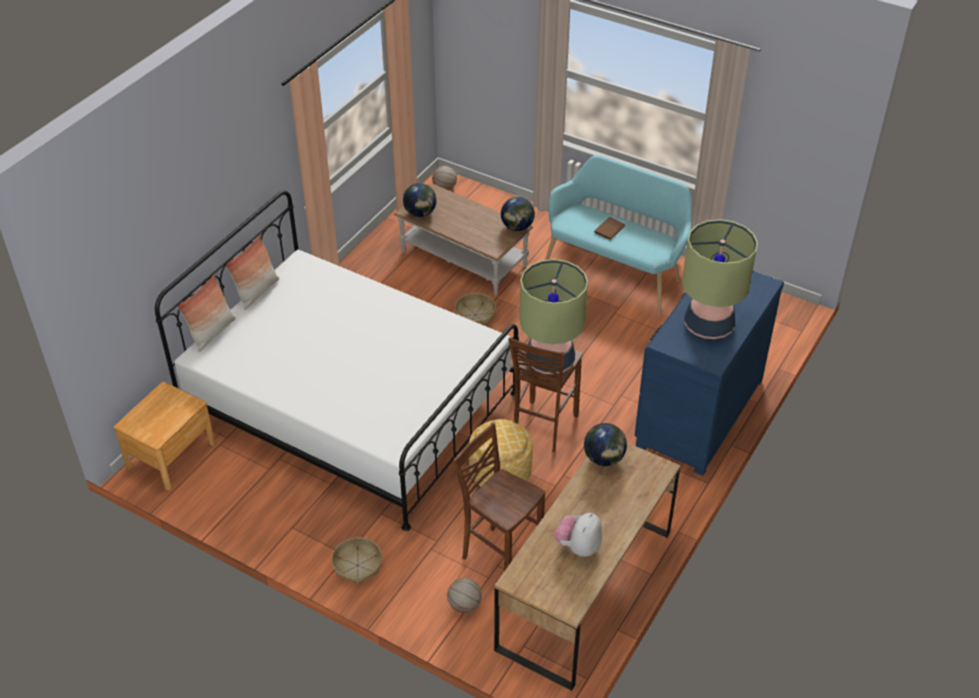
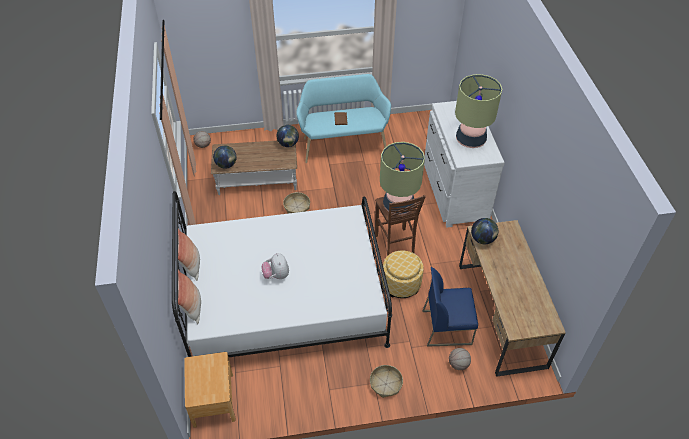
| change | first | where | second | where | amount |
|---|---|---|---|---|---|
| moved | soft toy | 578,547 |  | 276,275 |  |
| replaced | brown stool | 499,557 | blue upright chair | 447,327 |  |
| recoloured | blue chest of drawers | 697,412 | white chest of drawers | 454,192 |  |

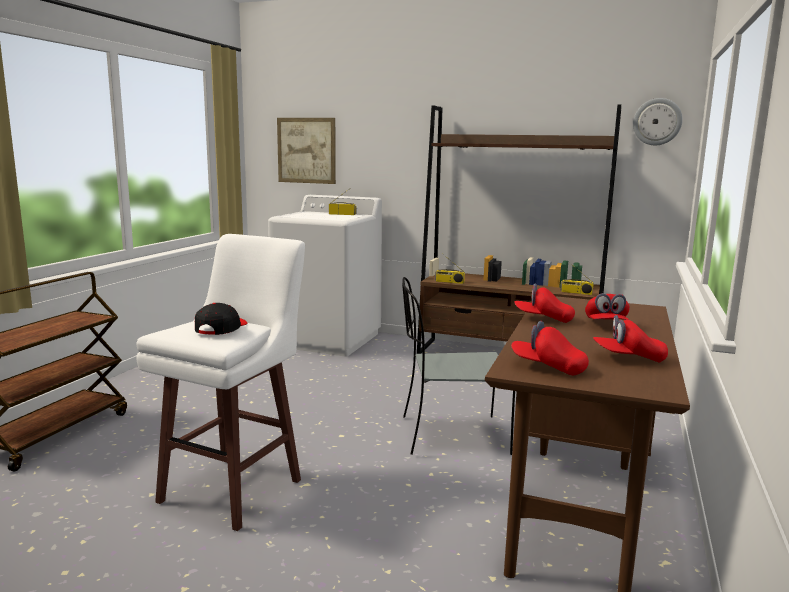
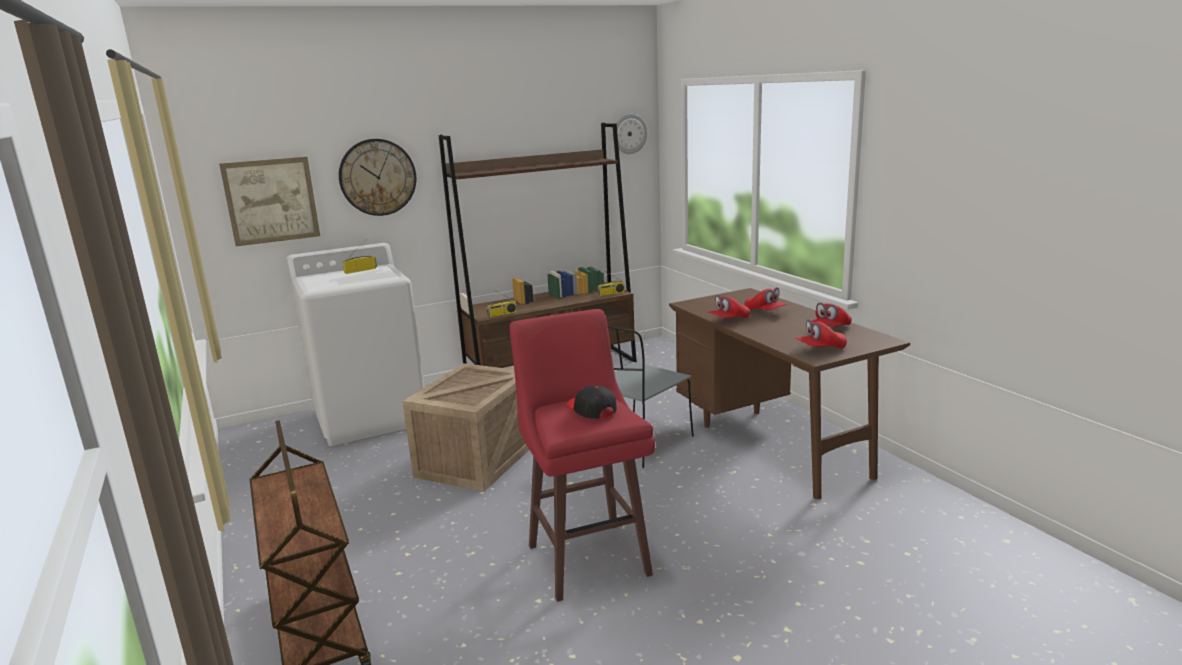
| change | first | where | second | where | amount |
|---|---|---|---|---|---|
| added |  |  | clock on the wall | 377,177 |  |
| added |  |  | packing crate | 477,458 |  |
| recoloured | white stool | 235,489 | red-coloured stool | 588,557 |  |

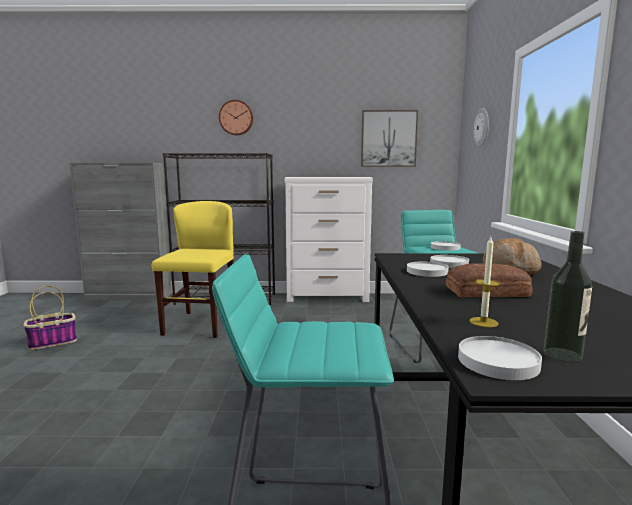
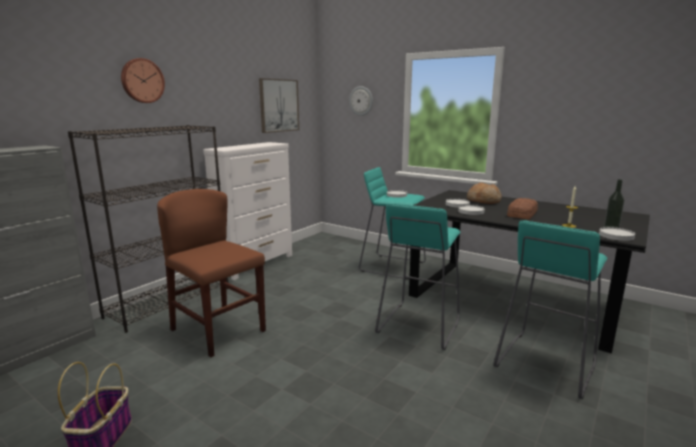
| change | first | where | second | where | amount |
|---|---|---|---|---|---|
| recoloured | yellowish upright chair | 201,324 | brown upright chair | 218,330 |  |
| added |  |  | blue-green stool | 418,325 |  |

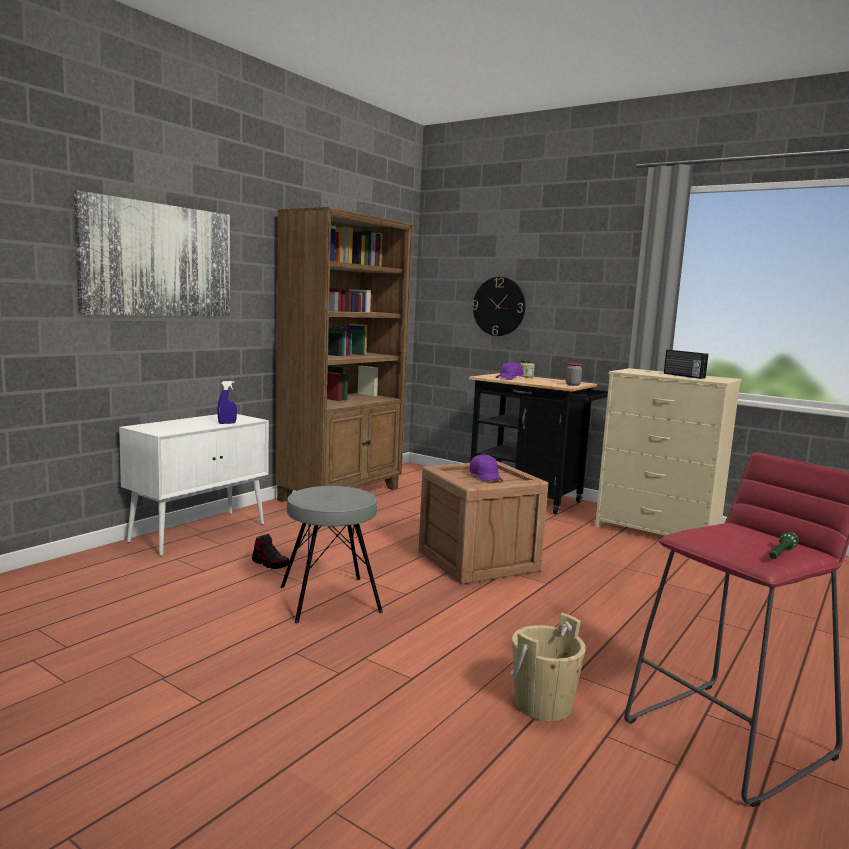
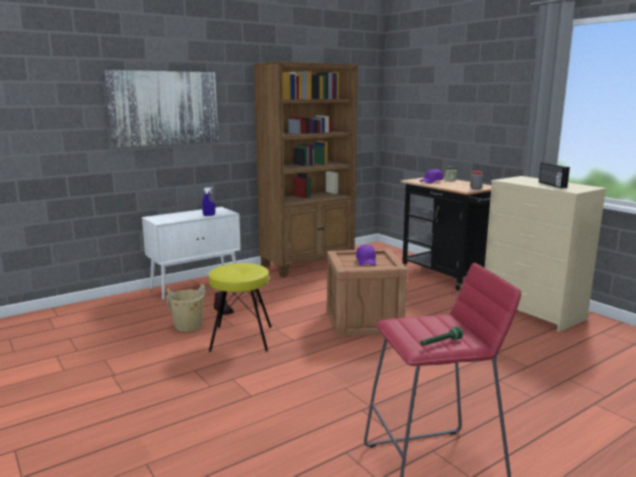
| change | first | where | second | where | amount |
|---|---|---|---|---|---|
| moved | beige-coloured pail | 543,704 |  | 188,326 |  |
| recoloured | gray stool | 330,599 | yellowish stool | 242,338 |  |
| removed | clock on the wall | 499,306 |  |  |  |

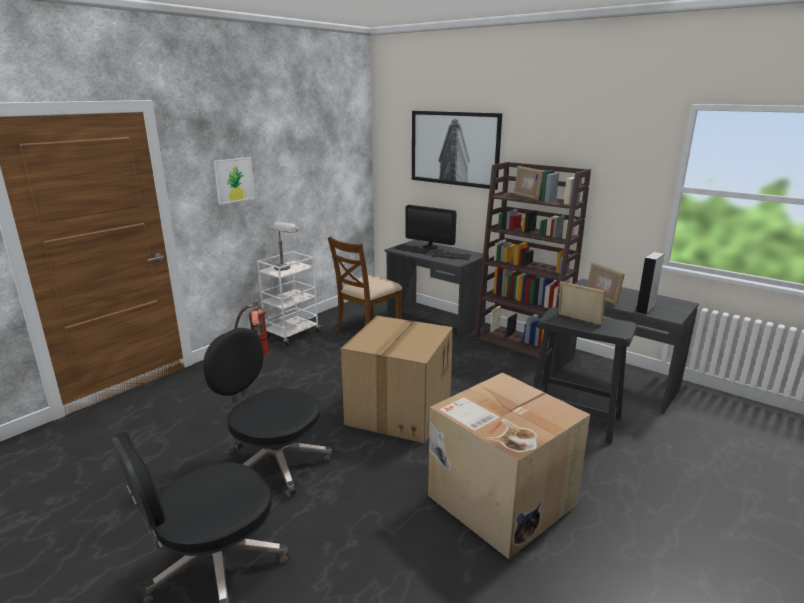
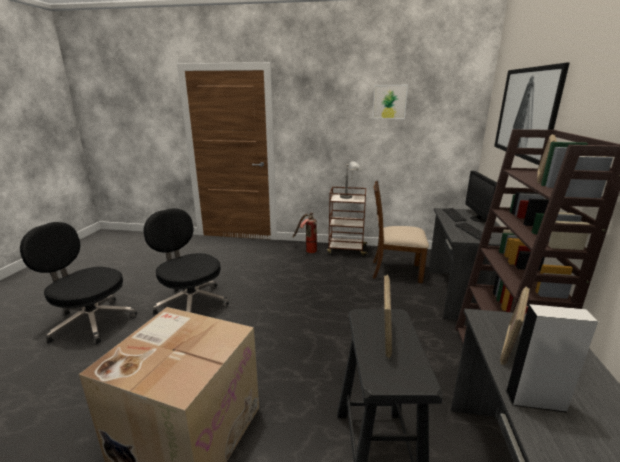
| change | first | where | second | where | amount |
|---|---|---|---|---|---|
| turned | black-coloured office chair | 274,463 |  | 191,303 | 45 degrees counterclockwise |
| recoloured | white trolley | 292,334 | brown trolley | 346,250 |  |
| moved | picture | 234,180 |  | 389,102 |  |
| removed | cardboard box | 398,410 |  |  |  |

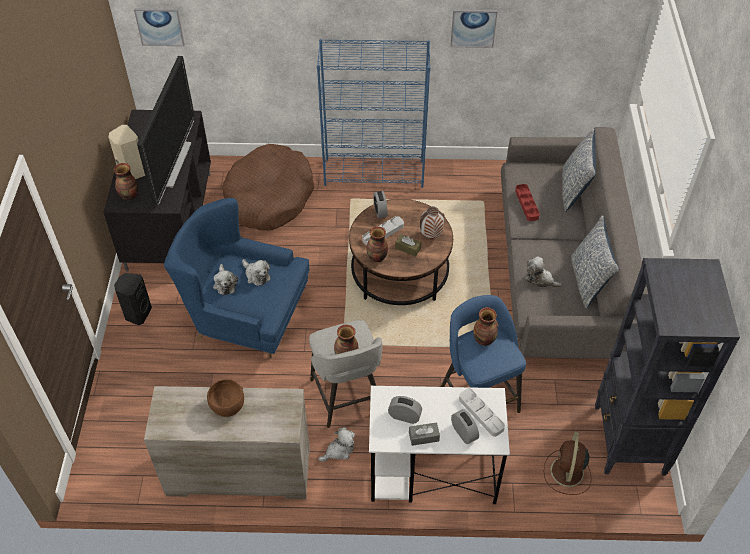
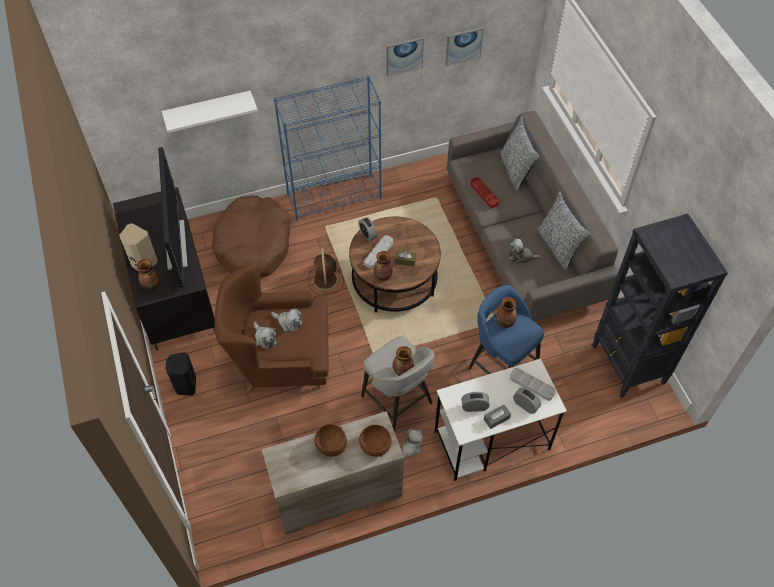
| change | first | where | second | where | amount |
|---|---|---|---|---|---|
| added |  |  | white wall shelf | 208,110 |  |
| recoloured | blue armchair | 245,315 | brown armchair | 281,358 |  |
| moved | brown electric fan | 567,473 |  | 325,280 |  |
| added |  |  | brown serving bowl | 375,445 |  |
| moved | picture | 160,26 |  | 463,46 |  |
| removed | vase | 431,235 |  |  |  |

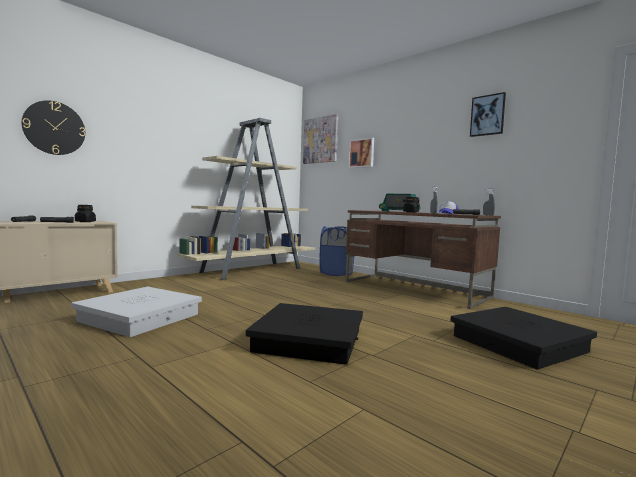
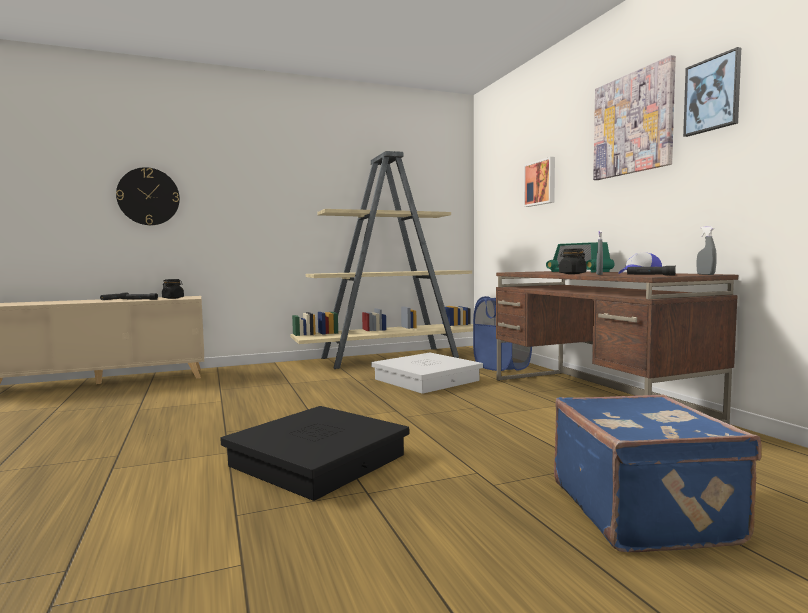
| change | first | where | second | where | amount |
|---|---|---|---|---|---|
| moved | white storage box | 140,317 |  | 427,379 |  |
| replaced | black-coloured storage box | 518,343 | blue piece of luggage | 644,511 |  |
| moved | picture | 320,140 |  | 632,124 |  |

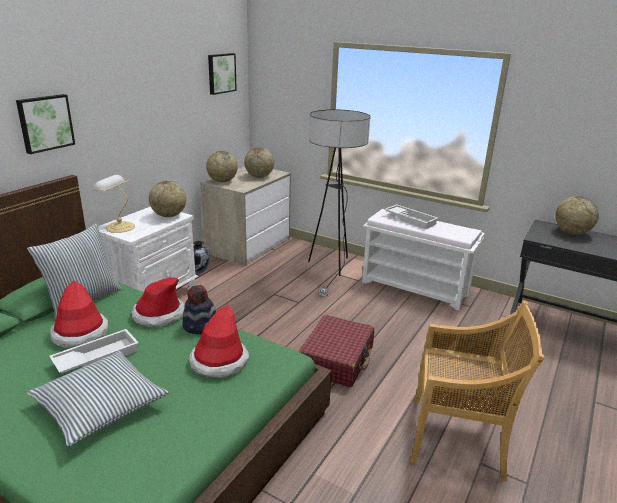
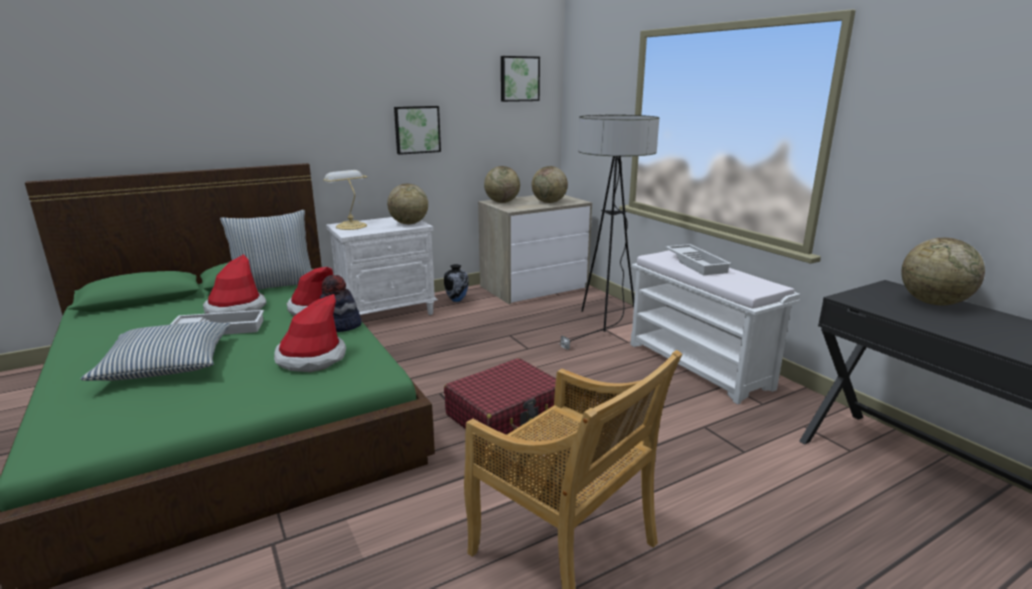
| change | first | where | second | where | amount |
|---|---|---|---|---|---|
| moved | picture | 45,123 |  | 417,129 |  |

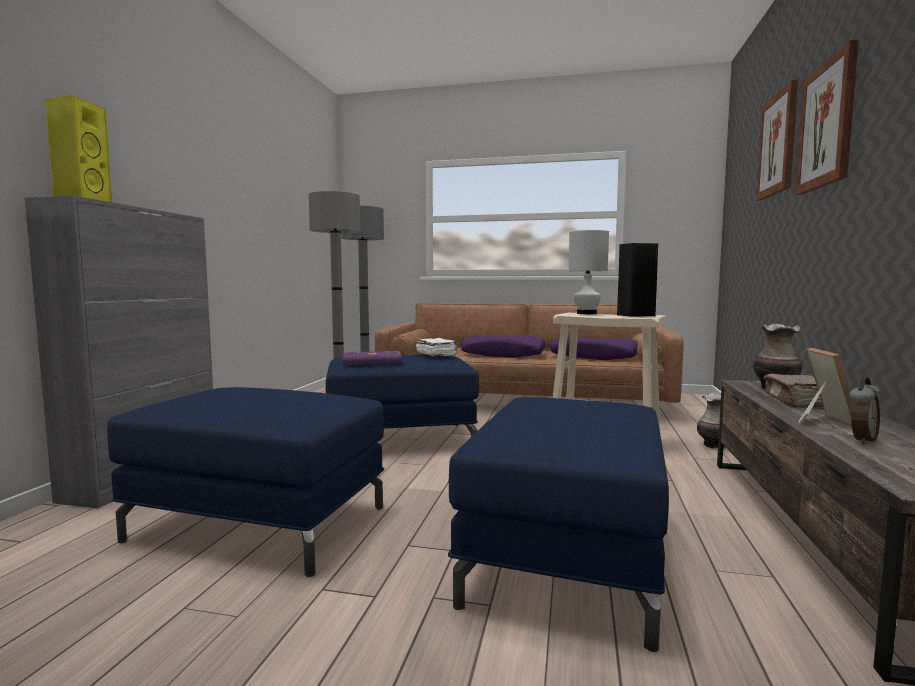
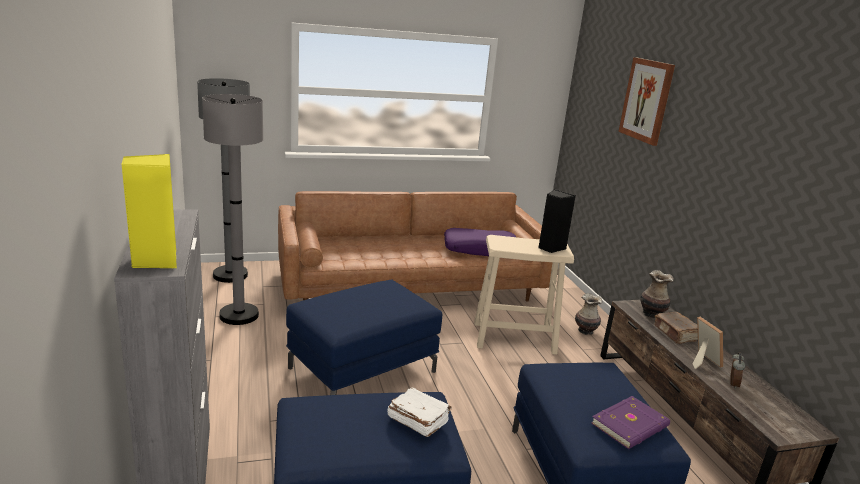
| change | first | where | second | where | amount |
|---|---|---|---|---|---|
| moved | white bound book | 436,355 |  | 417,420 |  |
| moved | purplish bound book | 373,362 |  | 631,425 |  |
| removed | purplish pillow | 503,355 |  |  |  |
| removed | white tabletop lamp | 586,313 |  |  |  |
| removed | picture | 827,125 |  |  |  |

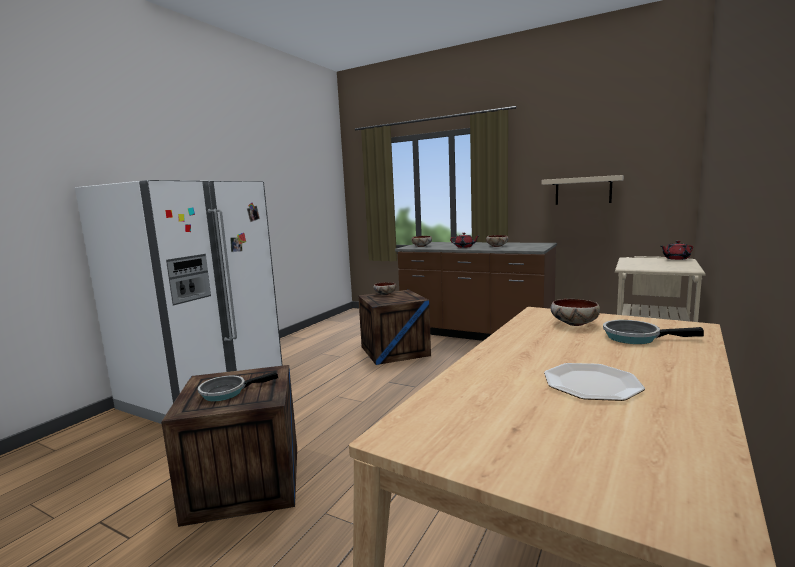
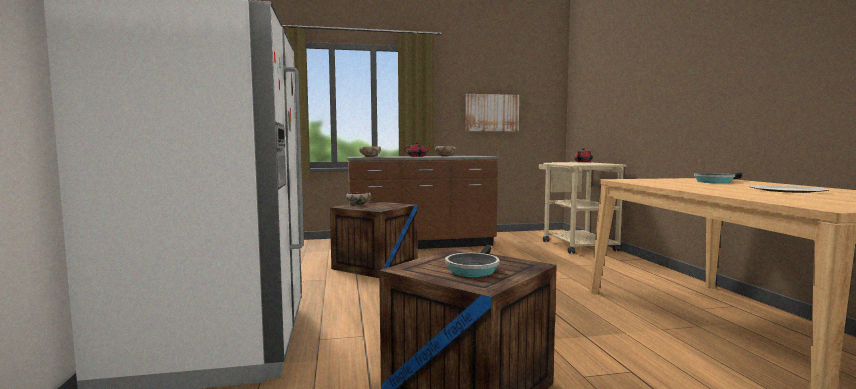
| change | first | where | second | where | amount |
|---|---|---|---|---|---|
| replaced | beige-coloured wall shelf | 583,190 | picture | 492,113 |  |
| removed | serving bowl | 573,324 |  |  |  |

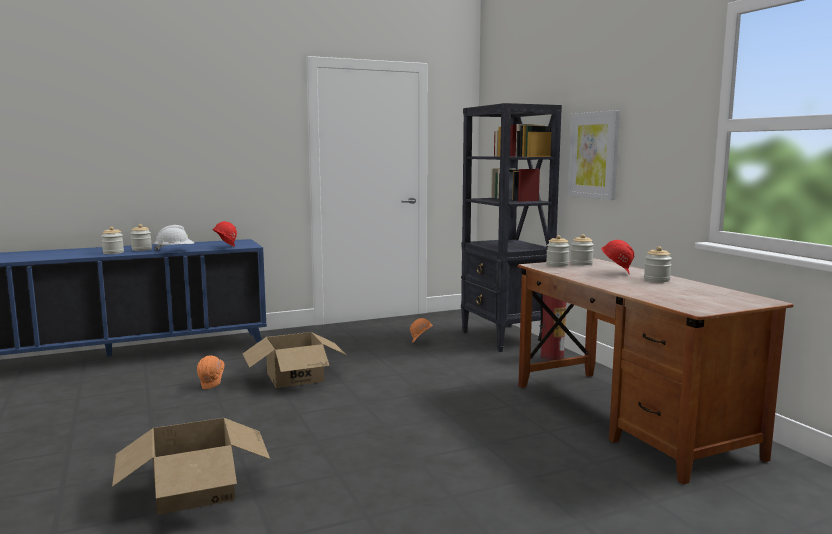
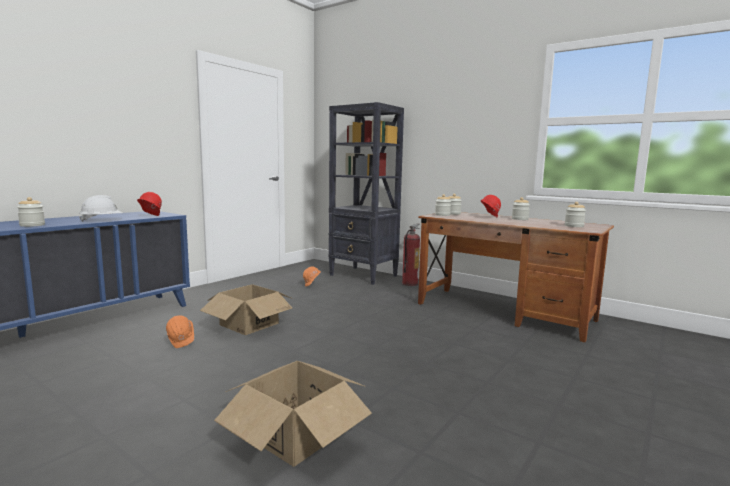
| change | first | where | second | where | amount |
|---|---|---|---|---|---|
| moved | jar | 141,249 |  | 574,226 |  |
| removed | picture | 594,155 |  |  |  |

